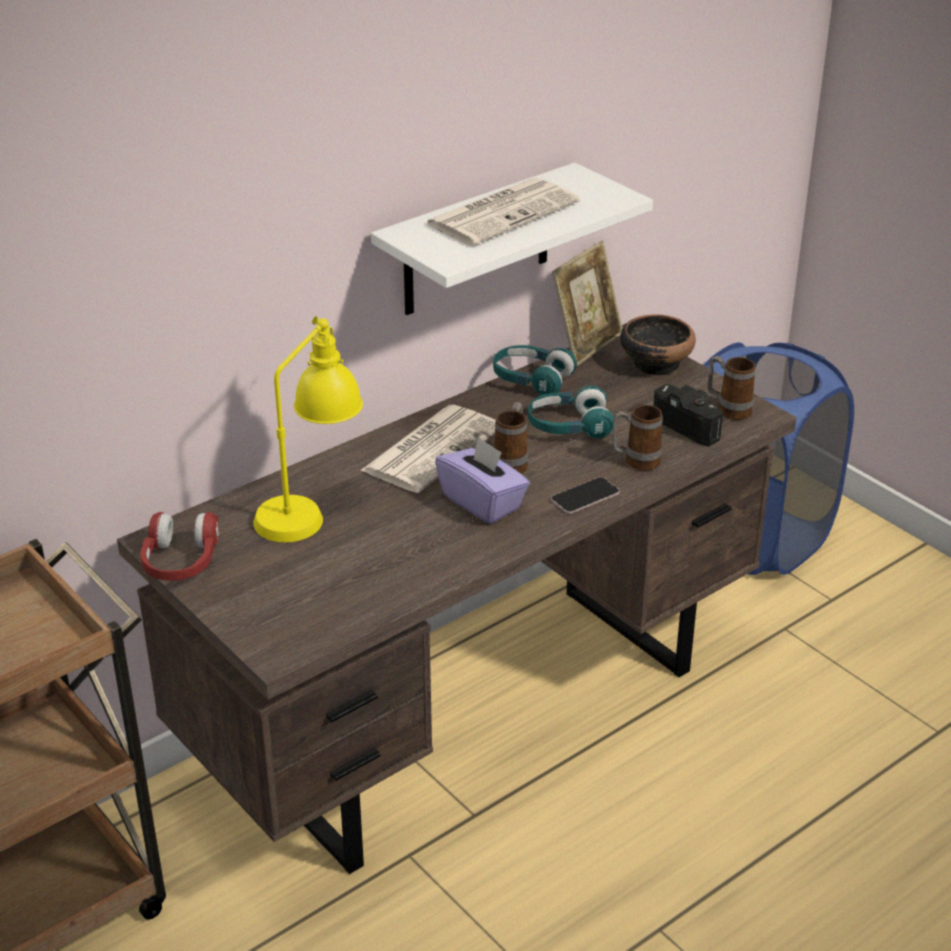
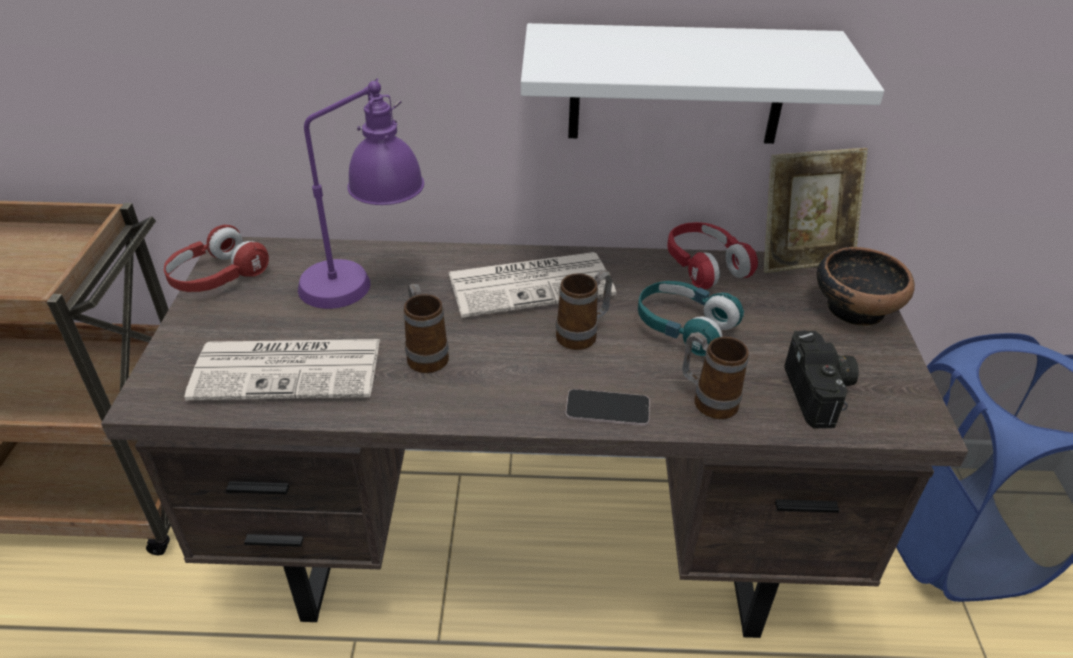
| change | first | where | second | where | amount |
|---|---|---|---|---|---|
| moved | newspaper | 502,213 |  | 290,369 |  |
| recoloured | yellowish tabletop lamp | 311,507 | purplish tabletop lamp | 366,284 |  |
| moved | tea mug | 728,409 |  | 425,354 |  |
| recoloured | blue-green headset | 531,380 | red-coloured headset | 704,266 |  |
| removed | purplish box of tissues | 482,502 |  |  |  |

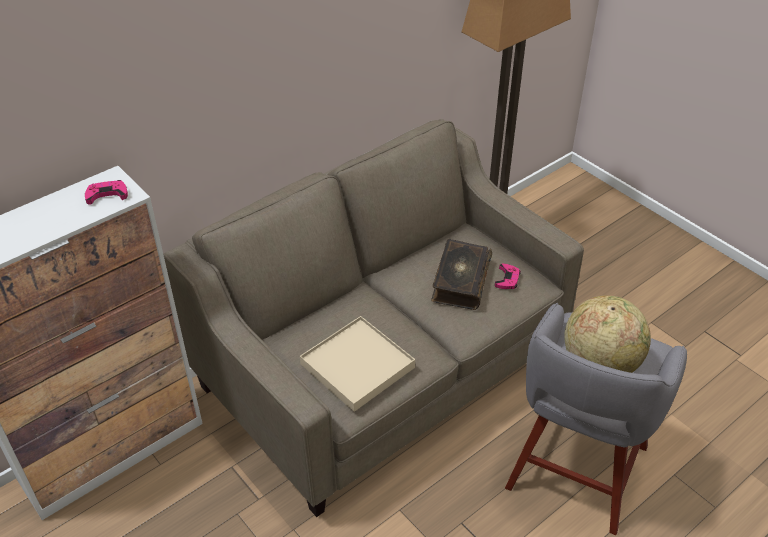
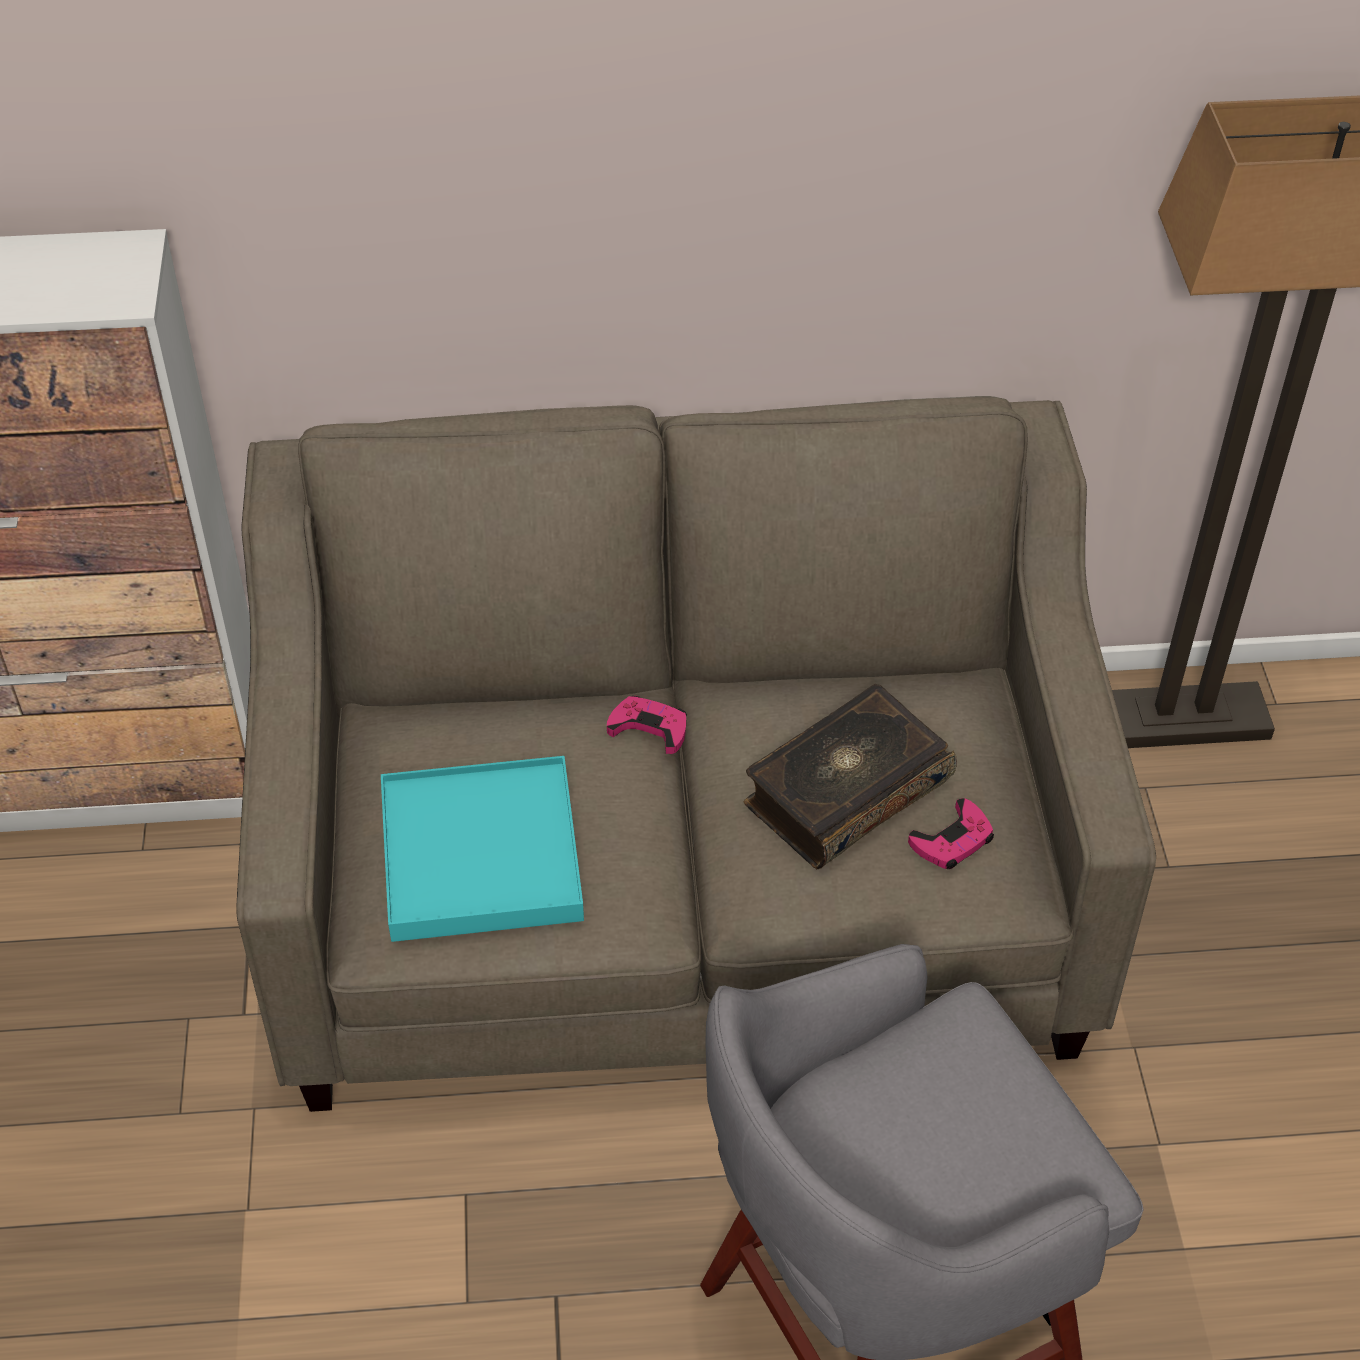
| change | first | where | second | where | amount |
|---|---|---|---|---|---|
| recoloured | beige-coloured serving tray | 357,365 | blue-green serving tray | 481,854 |  |
| moved | pink-coloured gamepad | 107,194 |  | 649,728 |  |
| removed | globe | 600,364 |  |  |  |

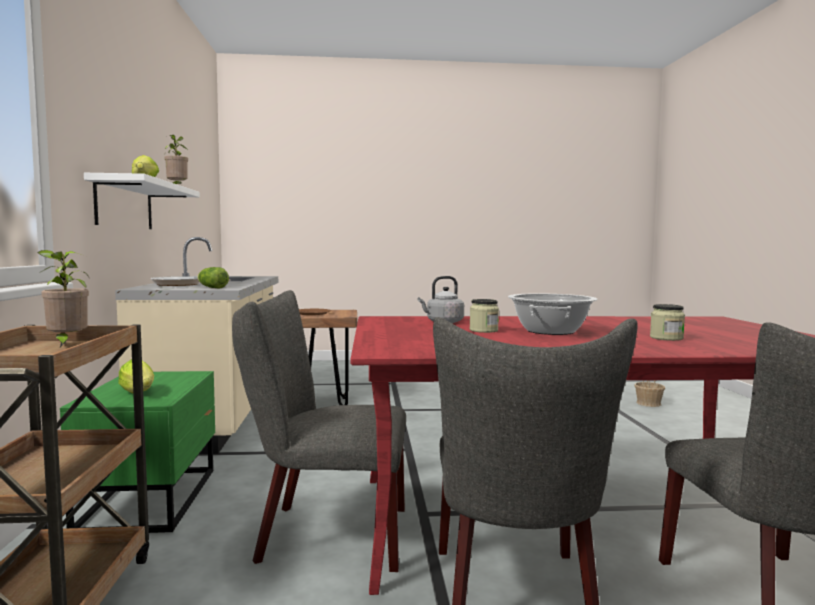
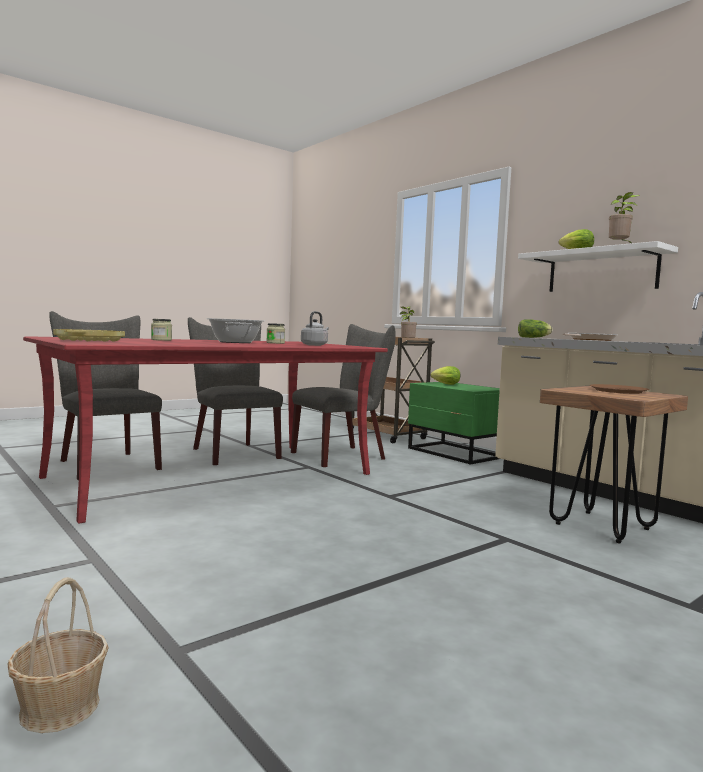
| change | first | where | second | where | amount |
|---|---|---|---|---|---|
| added |  |  | yellowish serving tray | 90,340 |  |

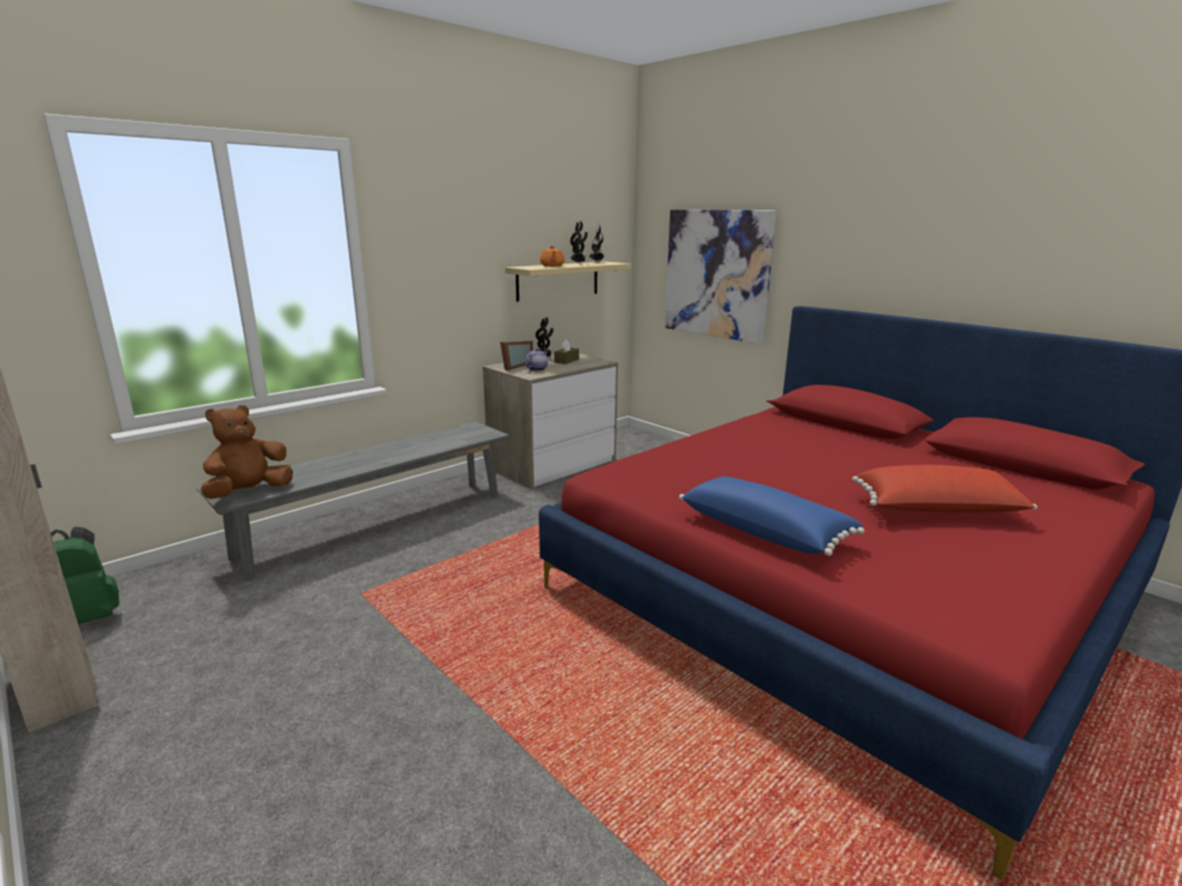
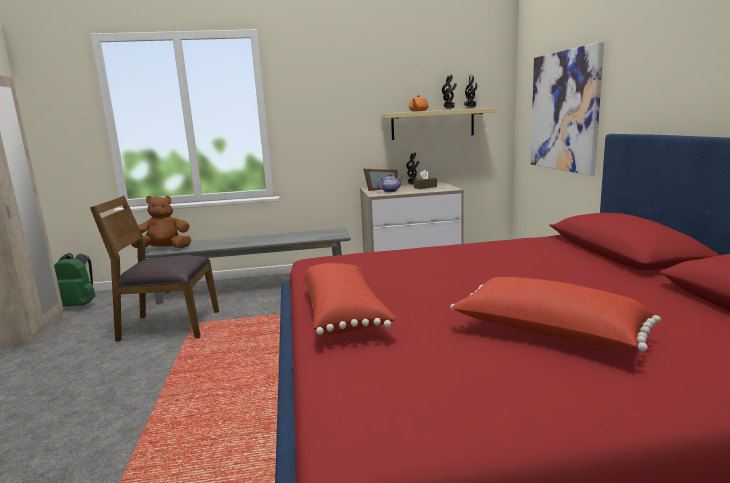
| change | first | where | second | where | amount |
|---|---|---|---|---|---|
| added |  |  | brown upright chair | 168,326 |  |
| recoloured | blue pillow | 765,531 | red-coloured pillow | 344,314 |  |

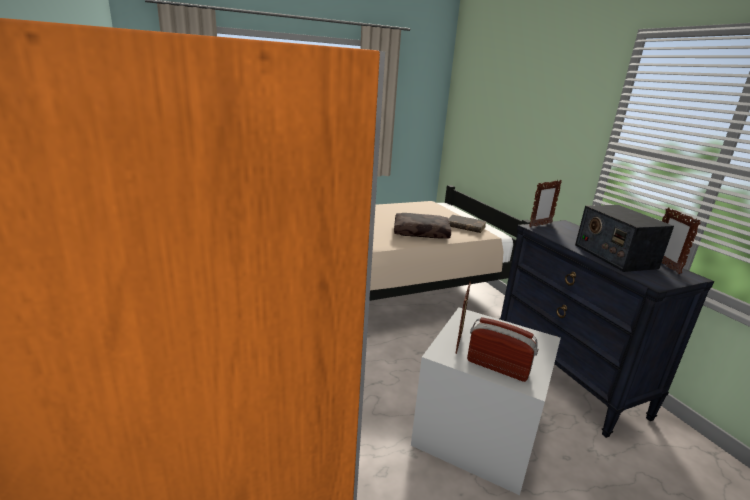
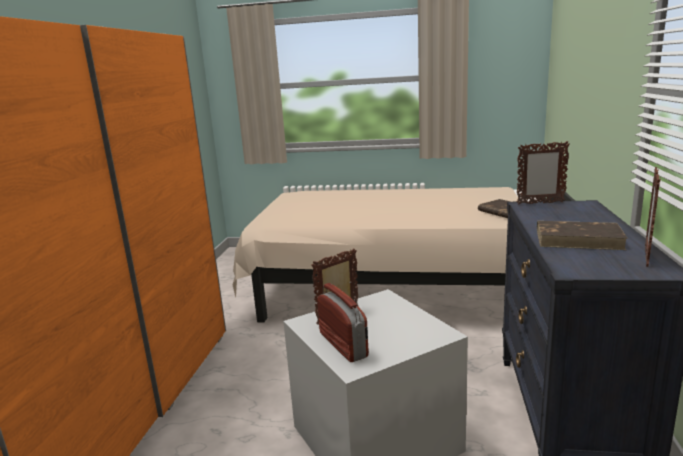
| change | first | where | second | where | amount |
|---|---|---|---|---|---|
| replaced | radio | 614,256 | brown bound book | 579,239 |  |
| removed | brown pillow | 421,232 |  |  |  |

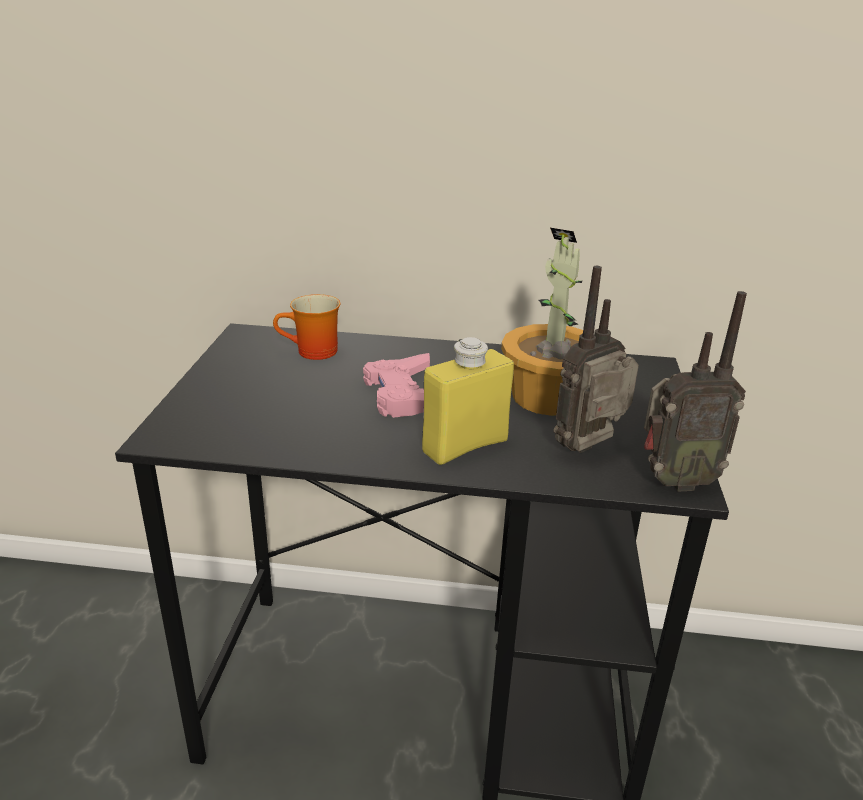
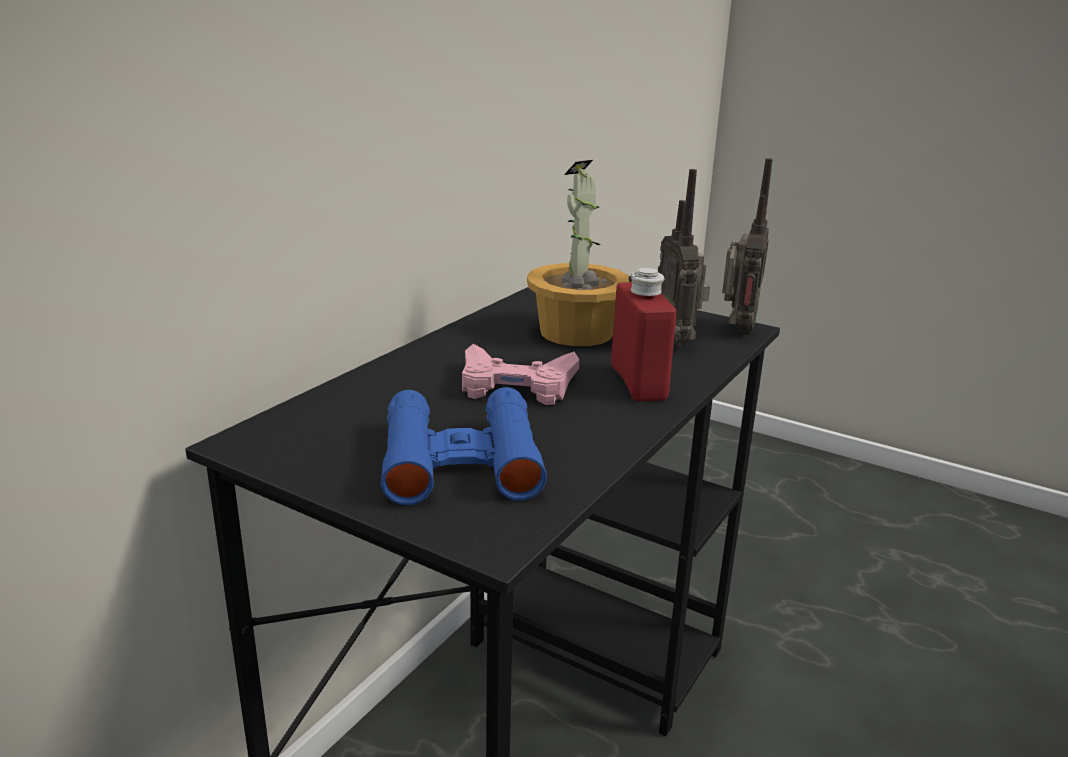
| change | first | where | second | where | amount |
|---|---|---|---|---|---|
| added |  |  | blue binoculars | 460,461 |  |
| recoloured | yellowish drink bottle | 465,446 | red-coloured drink bottle | 638,383 |  |
| removed | tea mug | 313,353 |  |  |  |

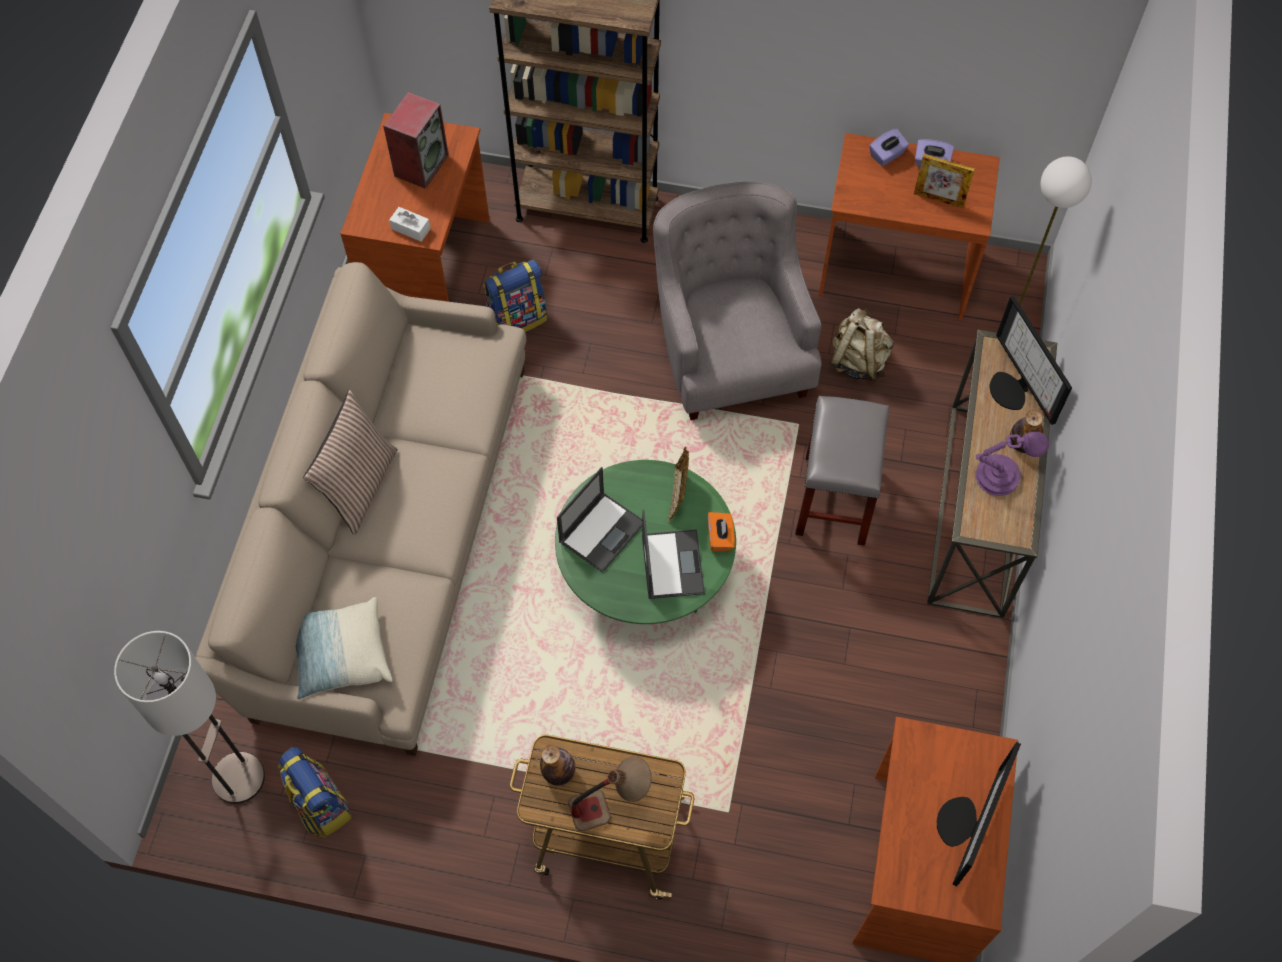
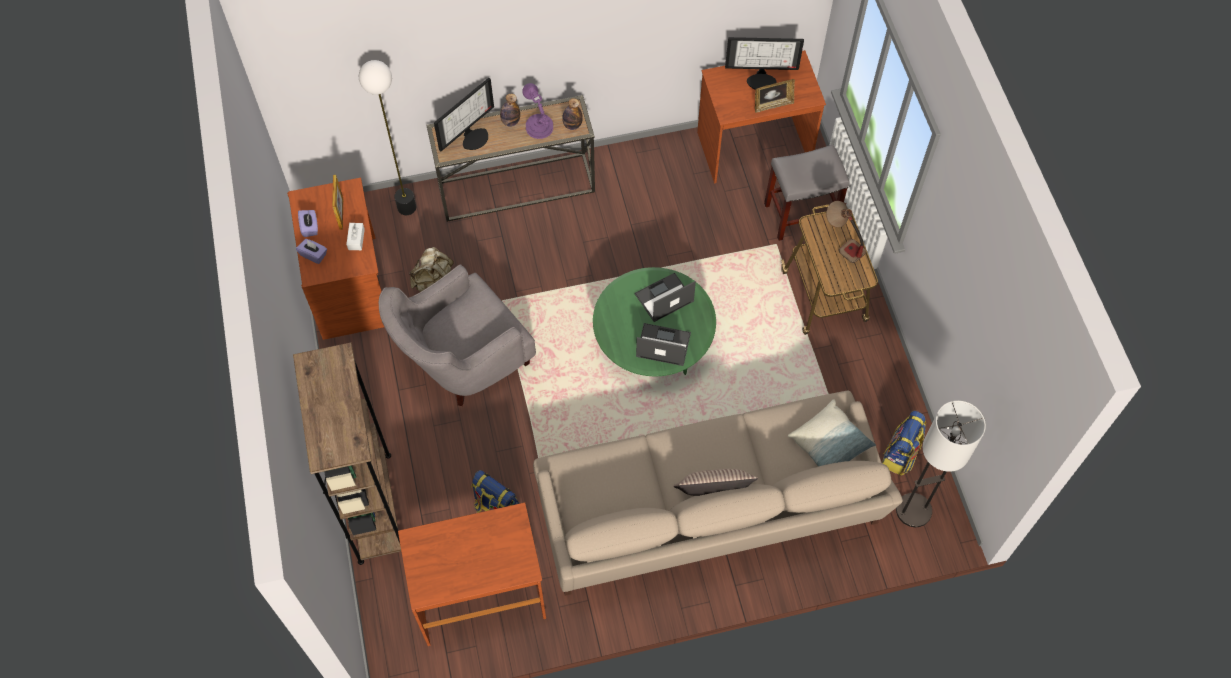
| change | first | where | second | where | amount |
|---|---|---|---|---|---|
| moved | white box of tissues | 411,228 |  | 356,239 |  |
| moved | drink bottle | 559,773 |  | 572,125 |  |
| moved | standing frame | 678,495 |  | 772,105 |  |
| moved | gray stool | 834,498 |  | 800,216 |  |
| removed | loudspeaker | 421,164 |  |  |  |
| removed | orange-coloured box of tissues | 720,537 |  |  |  |

